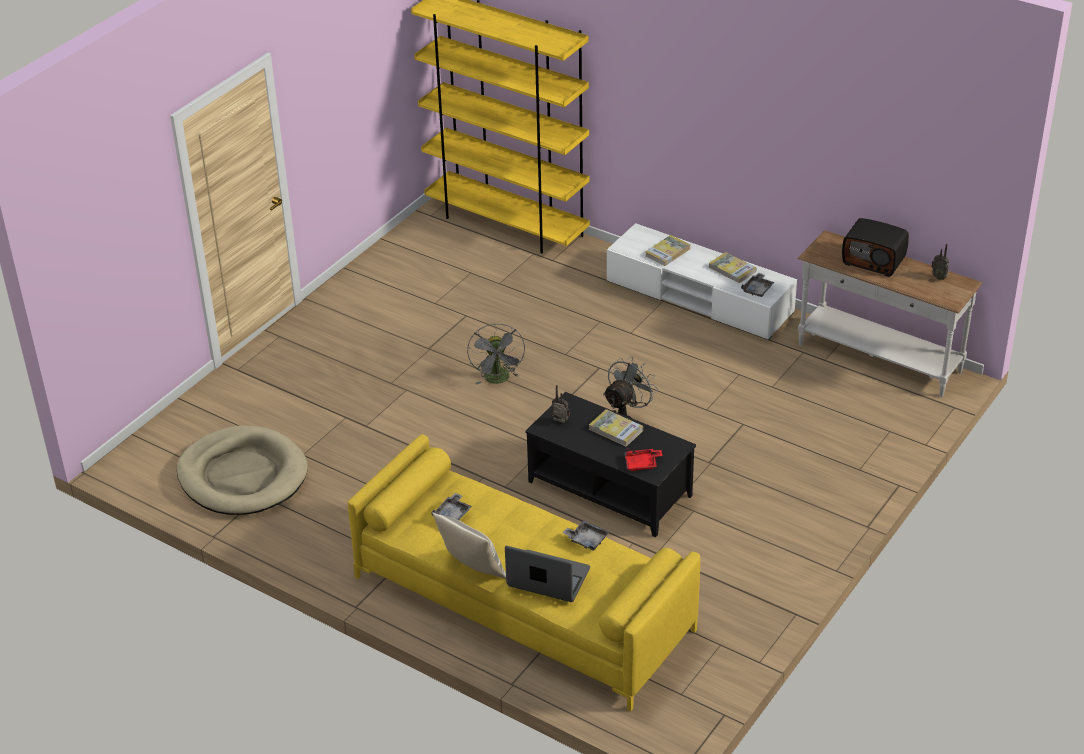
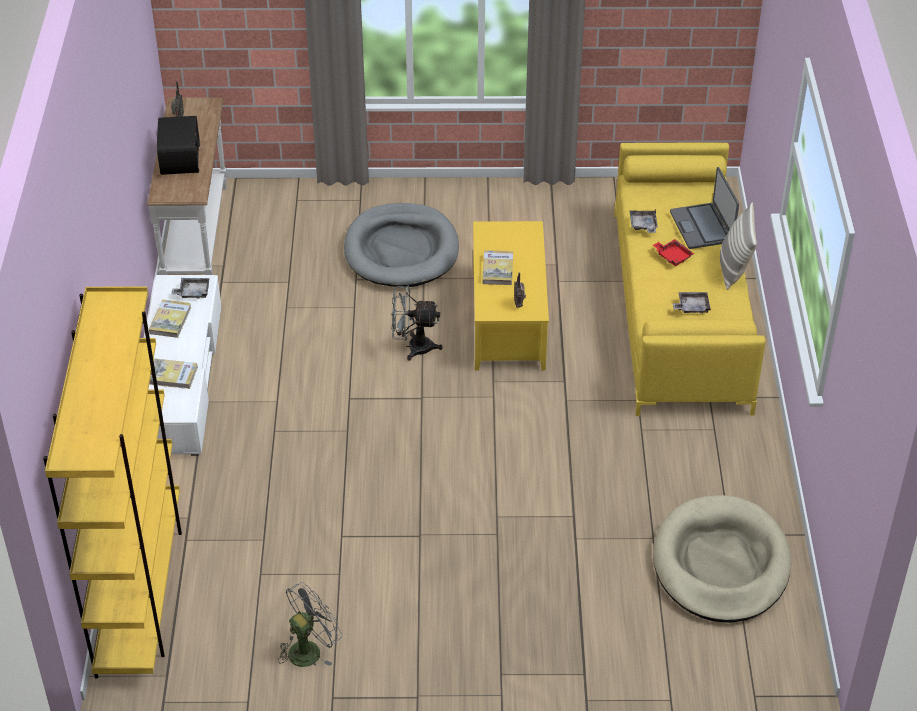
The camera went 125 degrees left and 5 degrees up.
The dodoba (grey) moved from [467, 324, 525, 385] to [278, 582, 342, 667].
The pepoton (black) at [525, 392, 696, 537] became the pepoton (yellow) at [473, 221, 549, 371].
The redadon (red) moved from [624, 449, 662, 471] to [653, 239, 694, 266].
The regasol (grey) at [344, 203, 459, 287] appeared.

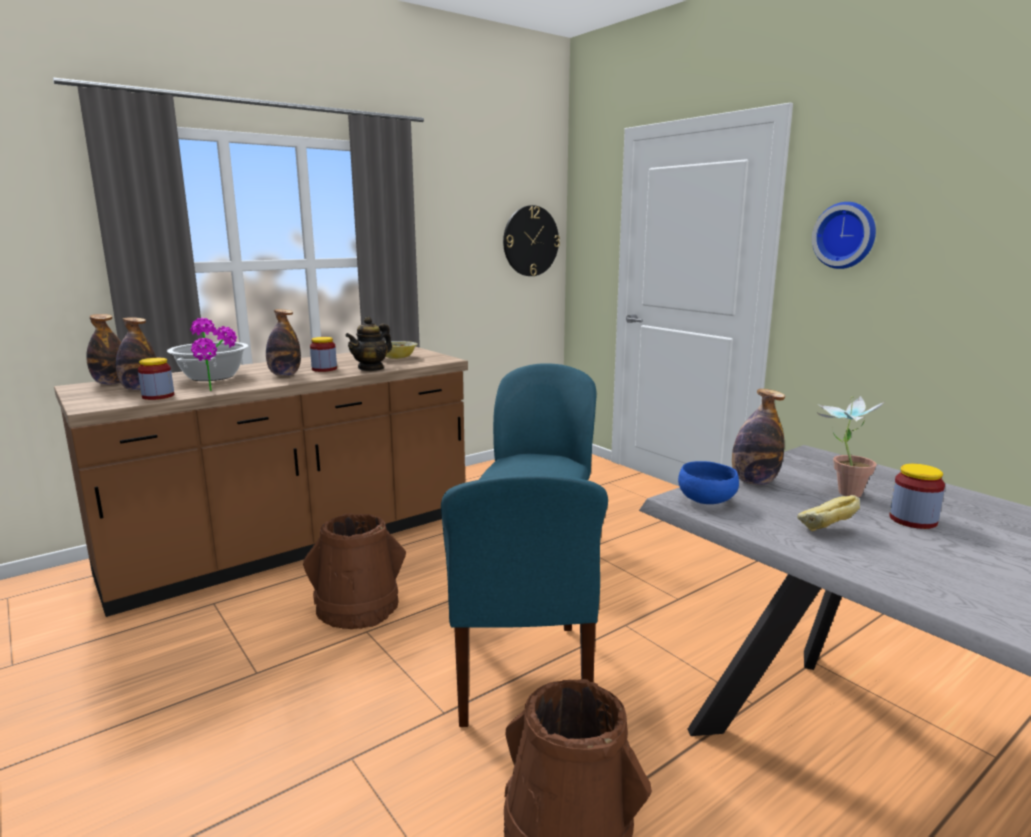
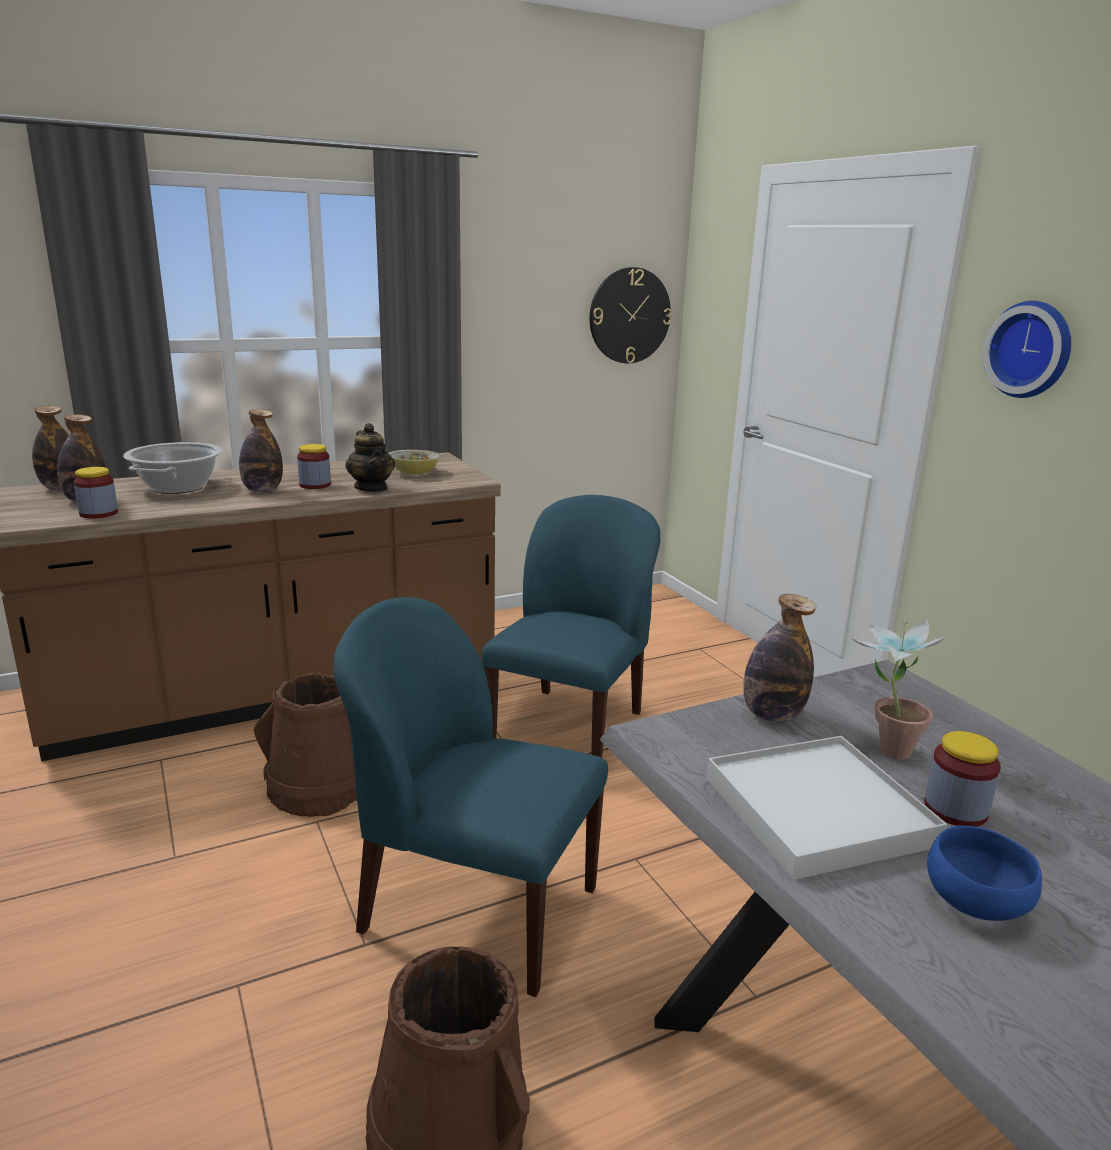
The camera went 10 degrees right and 5 degrees up.
The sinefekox at [190, 318, 237, 391] disappeared.
The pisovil at [345, 317, 392, 371] turned 75 degrees counterclockwise.
The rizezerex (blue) at [441, 475, 608, 727] turned 105 degrees clockwise.
The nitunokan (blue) moved from [678, 461, 739, 504] to [927, 826, 1042, 921].
The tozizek at [797, 495, 860, 531] was replaced by the redadon (white) at [707, 736, 947, 880].

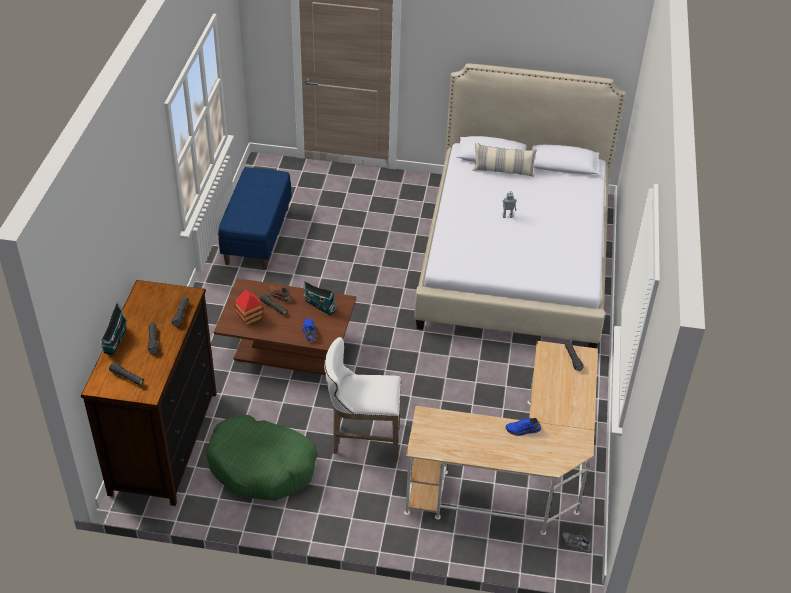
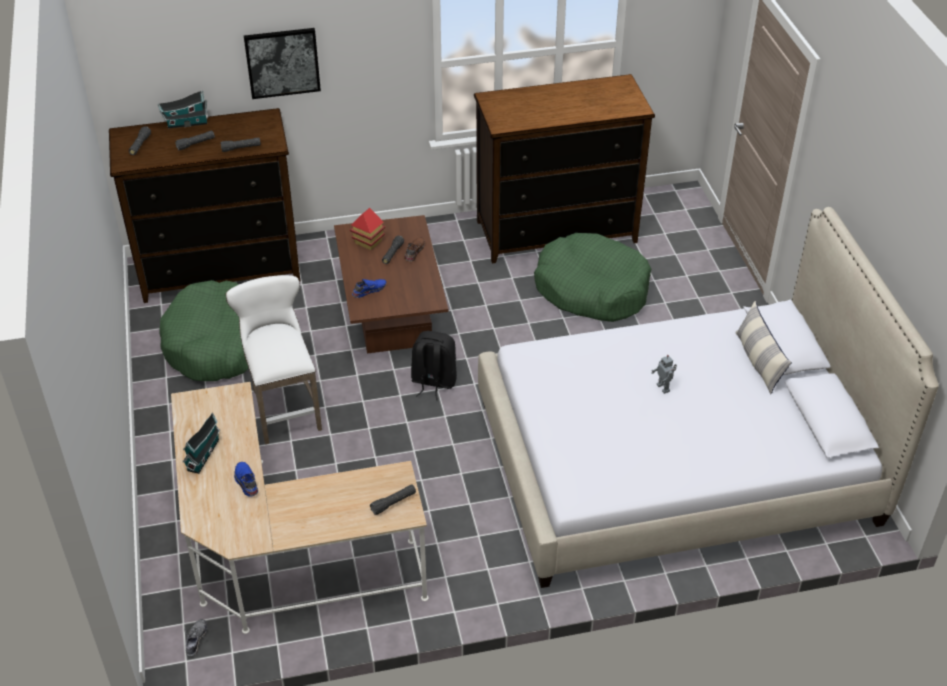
The camera went 70 degrees right and 0 degrees up.
The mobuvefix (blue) at [218, 167, 292, 270] was replaced by the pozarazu at [474, 74, 655, 264].
The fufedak moved from [304, 281, 338, 315] to [183, 412, 220, 474].
The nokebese at [244, 28, 321, 99] appeared.
The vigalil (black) at [411, 331, 457, 400] appeared.
The regasol (green) at [534, 233, 651, 322] appeared.

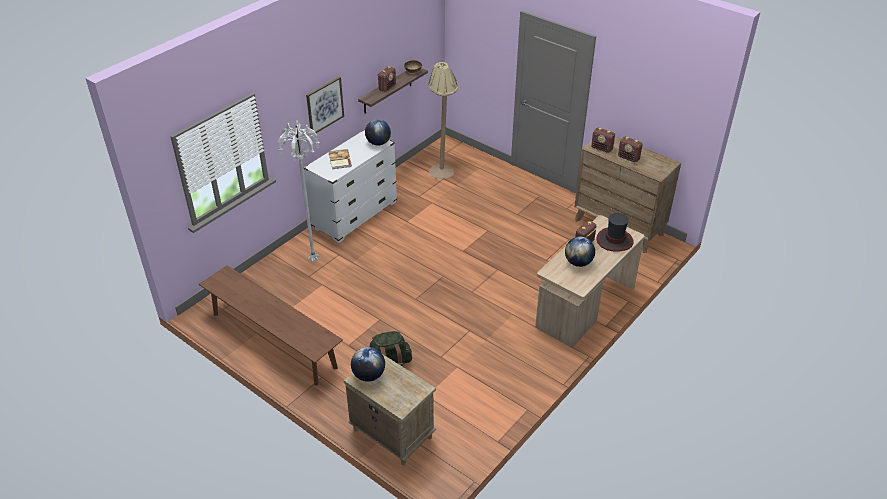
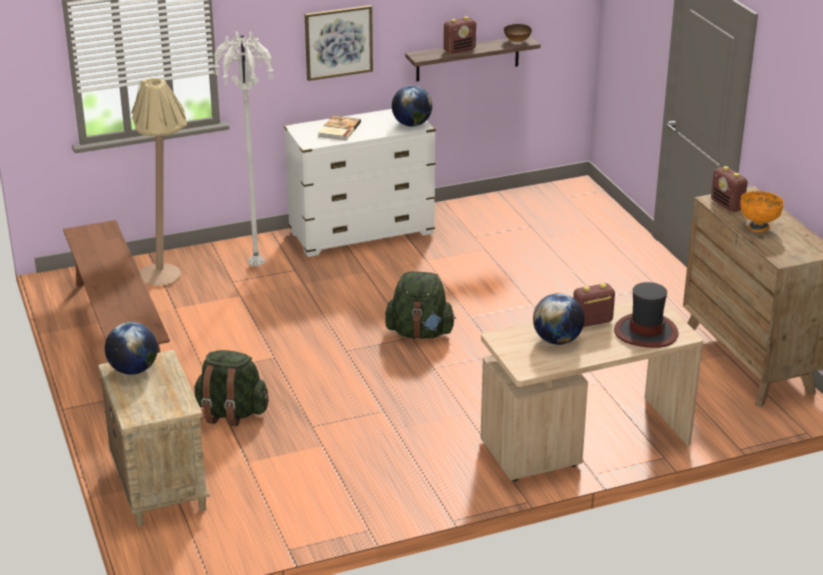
The camera went 30 degrees right and 10 degrees down.
The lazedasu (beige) moved from [428, 62, 458, 179] to [131, 78, 187, 285].
The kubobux at [618, 137, 643, 163] was replaced by the nitunokan (orange) at [740, 191, 784, 232].
The vigalil (green) at [385, 271, 456, 339] appeared.

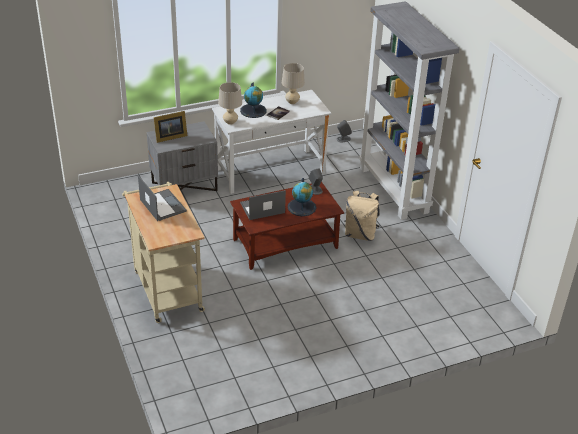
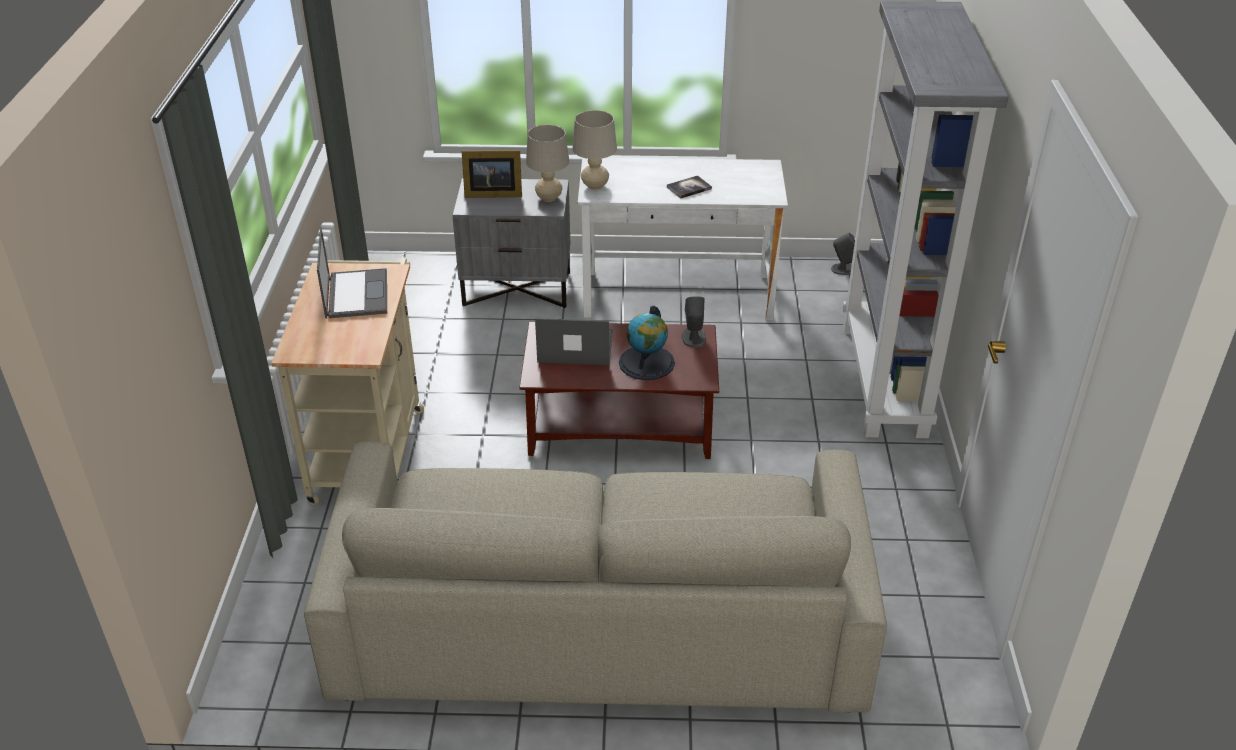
The camera went 25 degrees right and 0 degrees up.
The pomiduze at [240, 82, 267, 118] disappeared.
The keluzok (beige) moved from [282, 63, 305, 104] to [526, 125, 569, 202].
The vigalil (beige) at [344, 191, 380, 241] disappeared.
The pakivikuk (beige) at [304, 441, 887, 712] appeared.

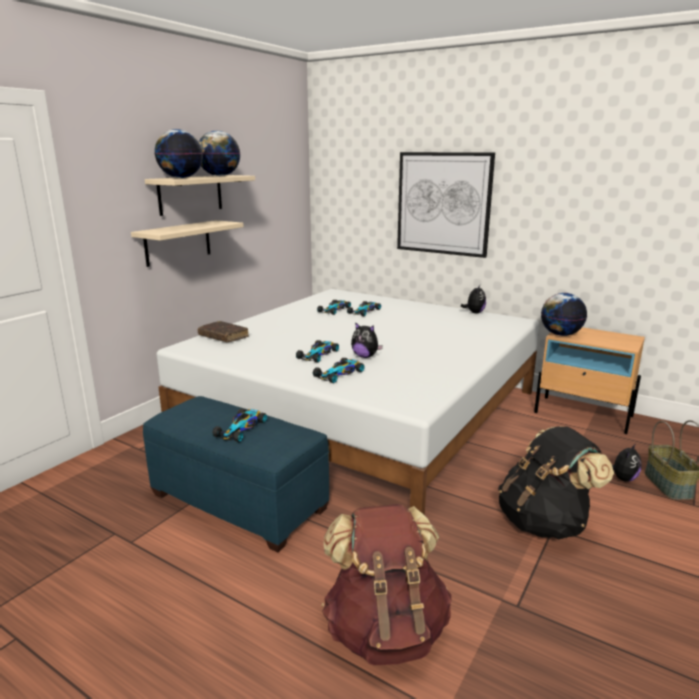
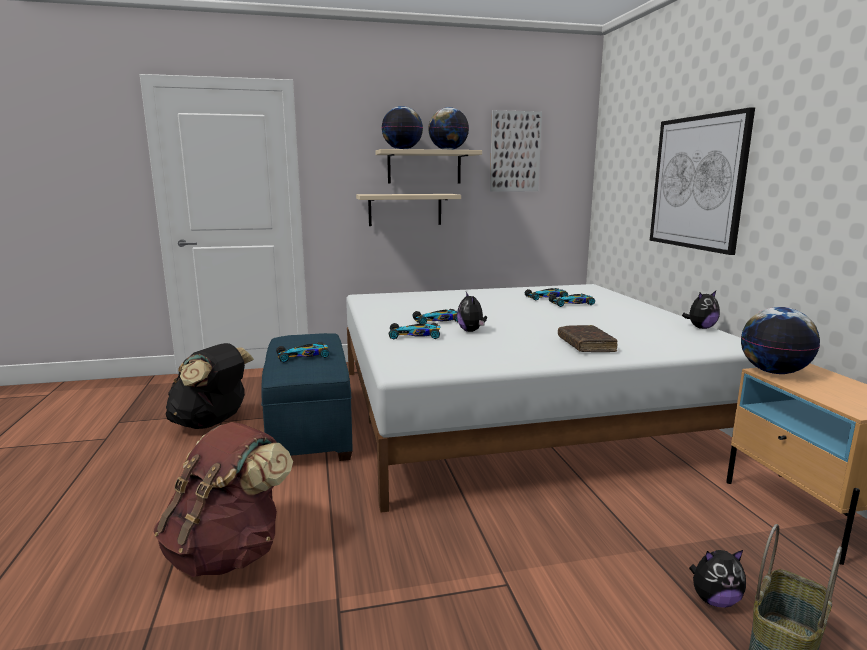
The camera went 45 degrees right and 5 degrees down.
The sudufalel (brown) moved from [198, 321, 249, 342] to [558, 325, 617, 352].
The vigalil (black) moved from [498, 426, 614, 539] to [166, 343, 254, 429].
The nokebese at [490, 110, 542, 192] appeared.

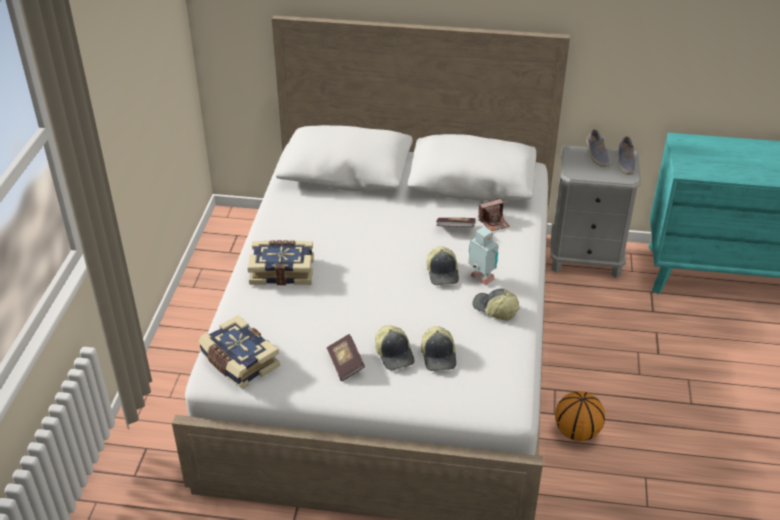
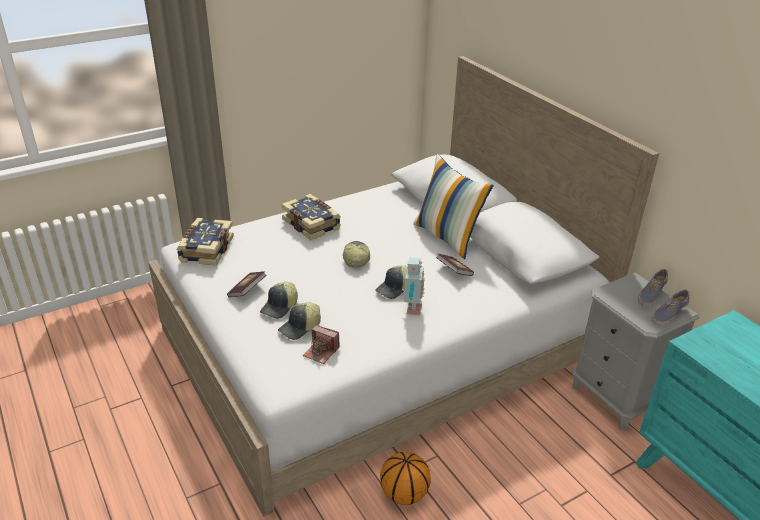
The camera went 50 degrees right and 5 degrees down.
The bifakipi moved from [472, 289, 520, 321] to [343, 241, 370, 267].
The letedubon moved from [478, 198, 510, 231] to [303, 325, 340, 364].
The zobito at [413, 154, 494, 259] appeared.

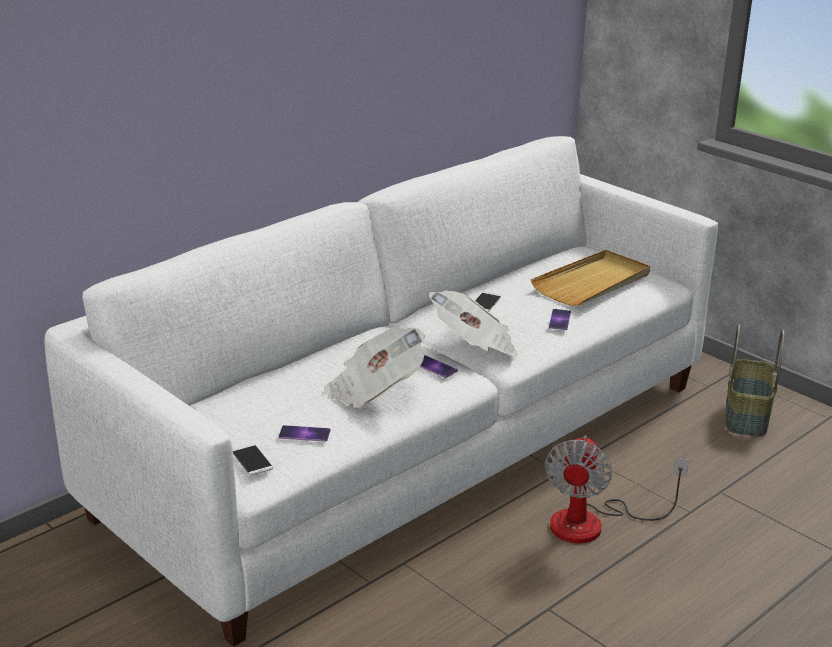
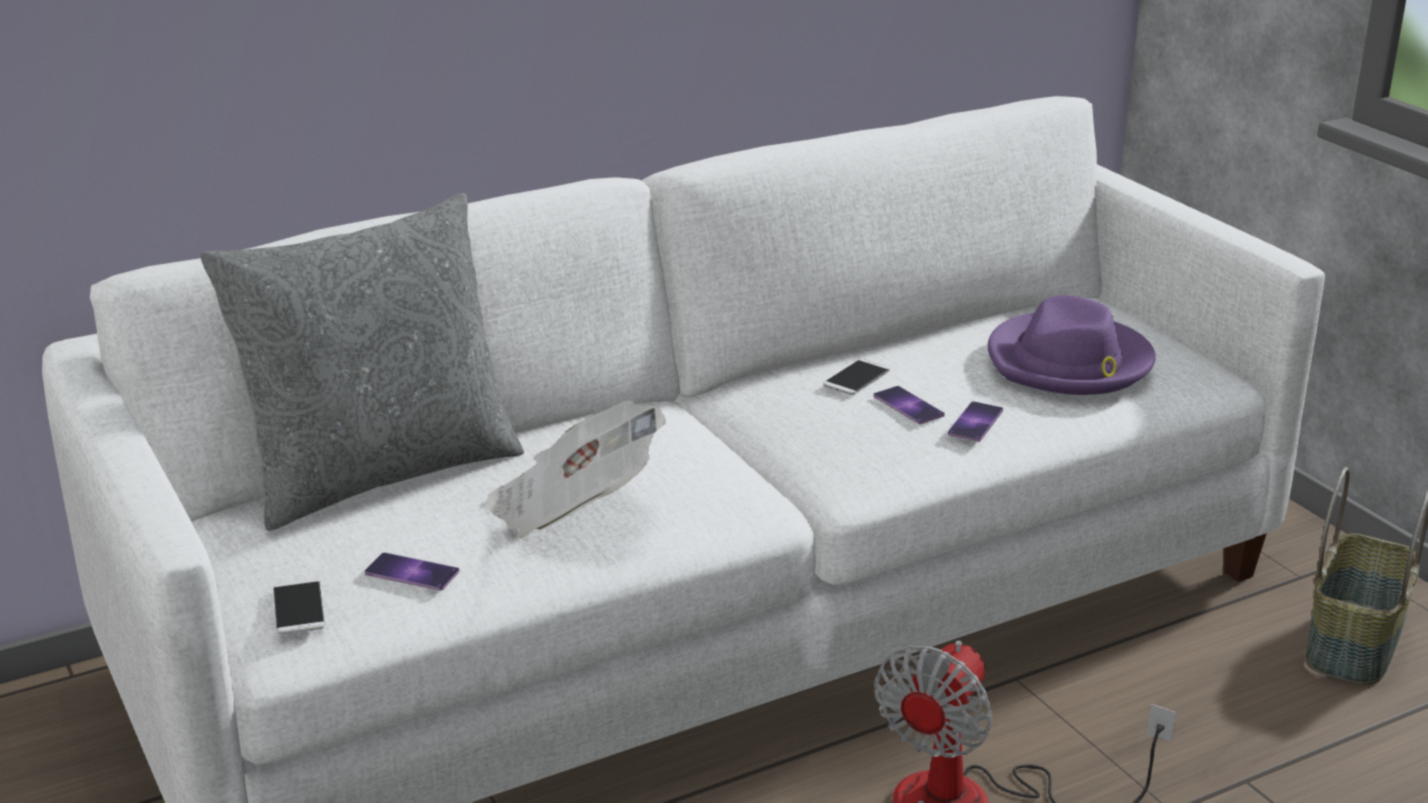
The camera went 15 degrees right and 0 degrees up.
The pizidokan moved from [420, 355, 458, 378] to [873, 386, 945, 424].
The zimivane at [429, 290, 517, 356] disappeared.
The redadon (beige) at [531, 250, 650, 306] was replaced by the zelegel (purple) at [988, 295, 1156, 395].
The zobito (grey) at [200, 193, 524, 531] appeared.

